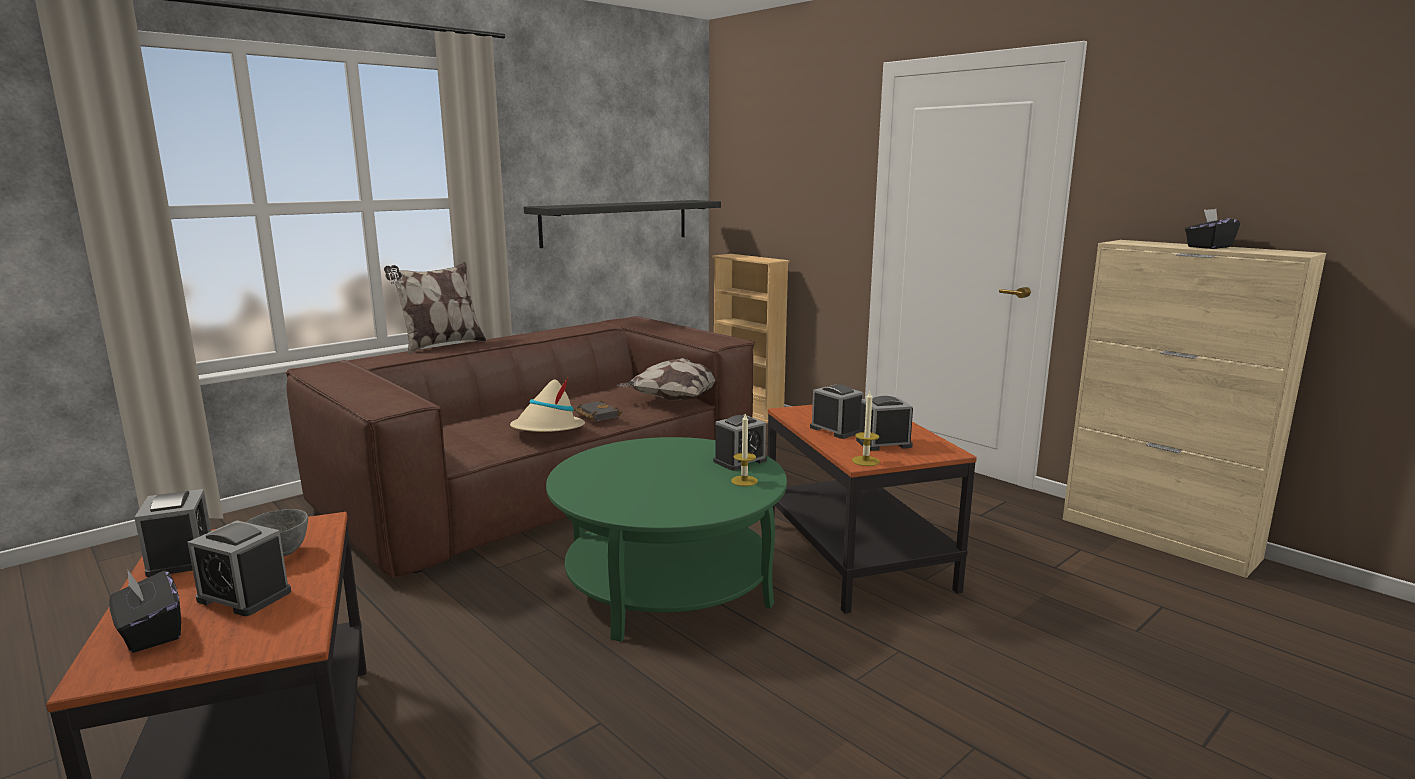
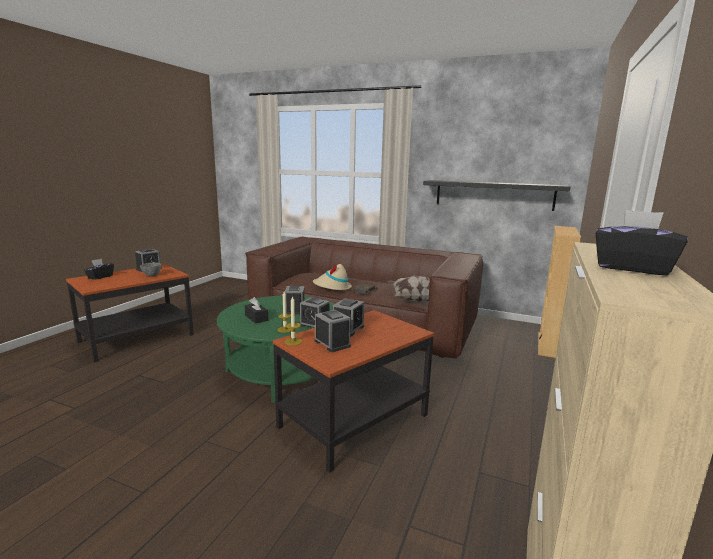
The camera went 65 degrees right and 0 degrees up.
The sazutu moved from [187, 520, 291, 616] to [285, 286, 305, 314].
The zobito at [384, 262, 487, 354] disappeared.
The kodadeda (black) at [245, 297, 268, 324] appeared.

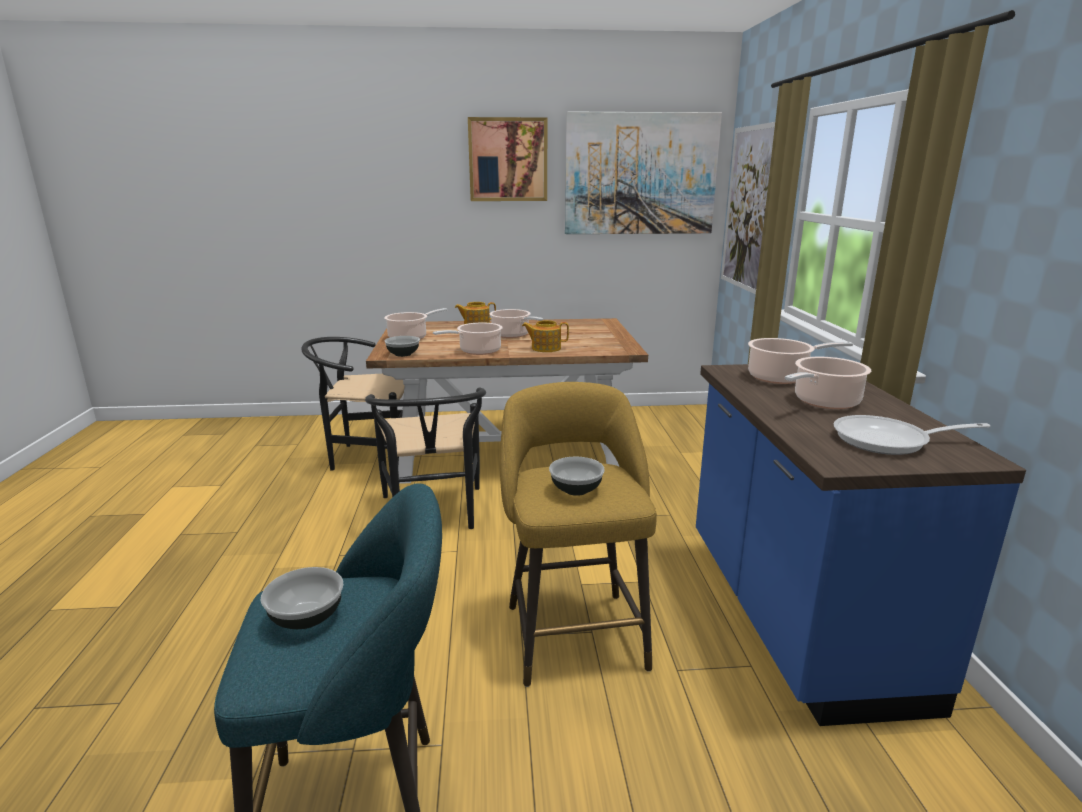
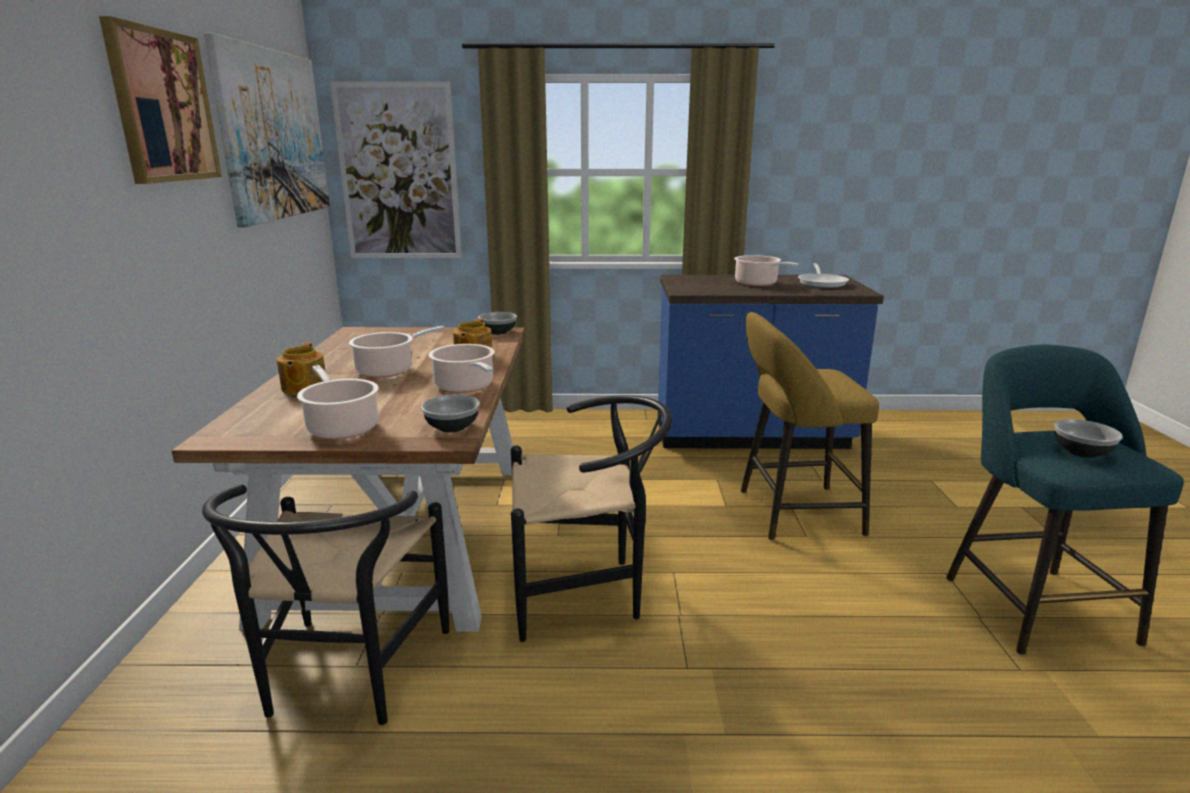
The camera went 85 degrees left and 0 degrees up.
The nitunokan moved from [549, 457, 605, 496] to [478, 312, 517, 335].
The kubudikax at [748, 338, 853, 384] disappeared.

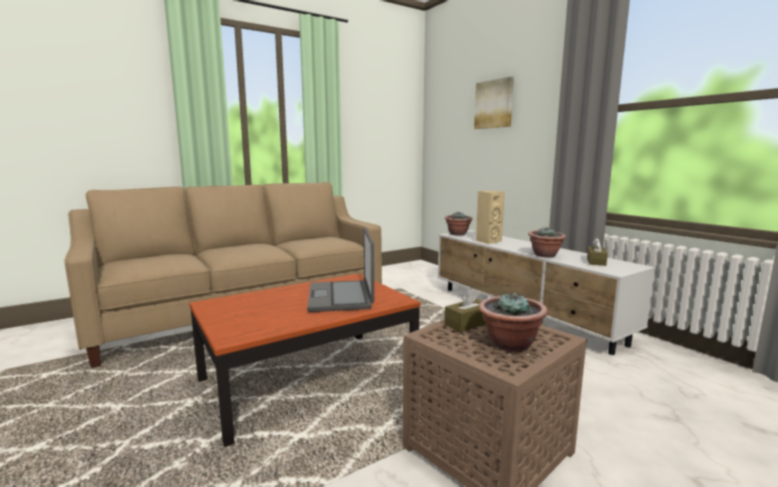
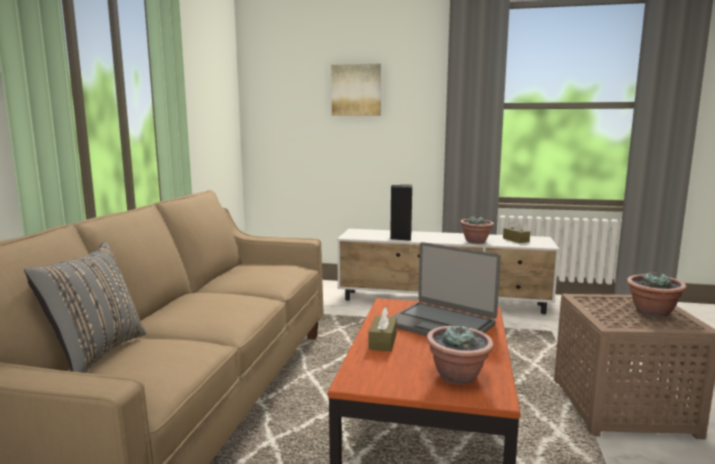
The camera went 45 degrees left and 0 degrees up.
The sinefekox moved from [445, 212, 473, 236] to [427, 324, 494, 385].
The kodadeda (brown) moved from [445, 288, 486, 332] to [369, 307, 397, 351].
The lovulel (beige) at [476, 191, 505, 244] became the lovulel (black) at [390, 185, 412, 241].
The zobito (grey) at [24, 242, 146, 373] appeared.

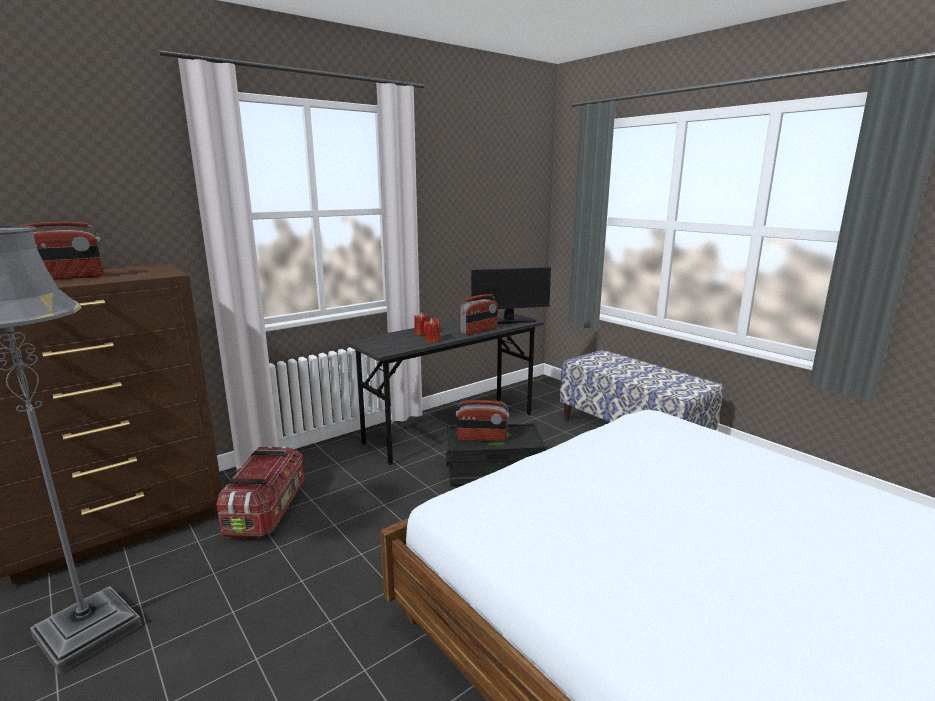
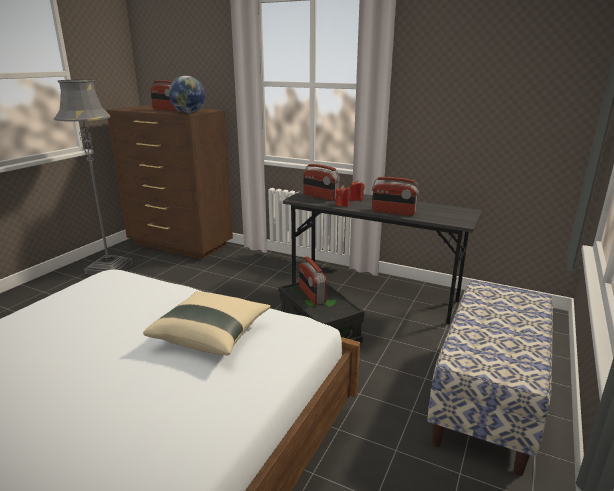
The camera went 65 degrees right and 5 degrees up.
The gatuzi at [216, 446, 304, 539] disappeared.
The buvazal at [471, 267, 551, 324] disappeared.
The zobito (beige) at [143, 291, 271, 355] appeared.
The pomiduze at [169, 76, 205, 113] appeared.
The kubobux at [303, 164, 340, 201] appeared.

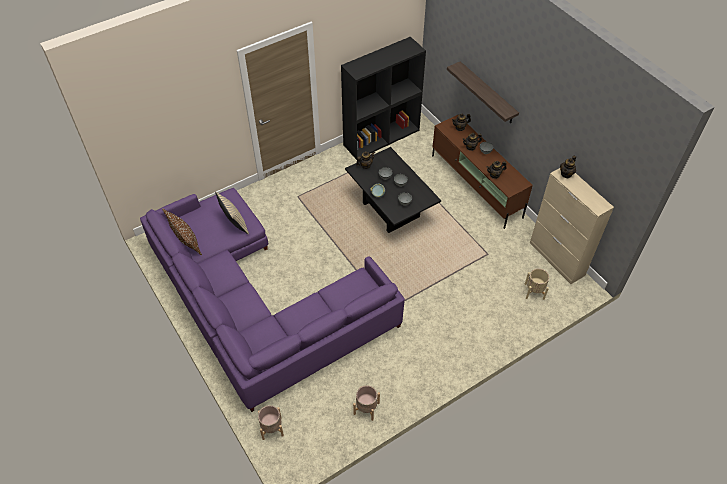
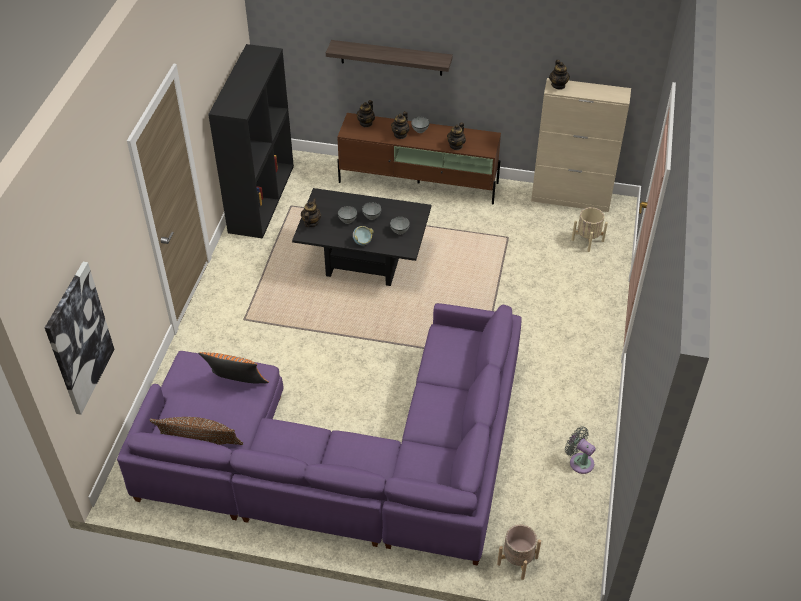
The camera went 45 degrees left and 5 degrees down.
The zobito (beige) at [215, 192, 249, 235] became the zobito (orange) at [198, 352, 269, 383].
The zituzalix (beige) at [353, 385, 380, 421] was replaced by the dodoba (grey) at [565, 427, 596, 474].
The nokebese at [45, 262, 115, 415] appeared.

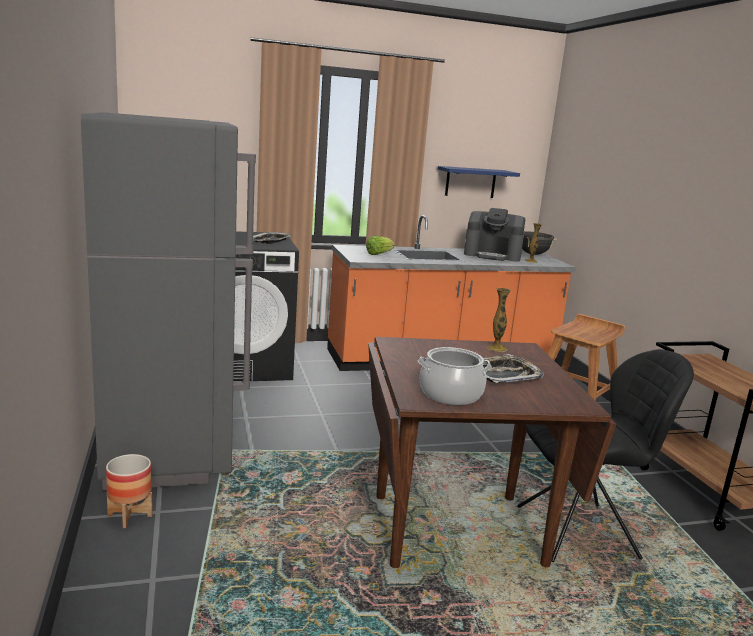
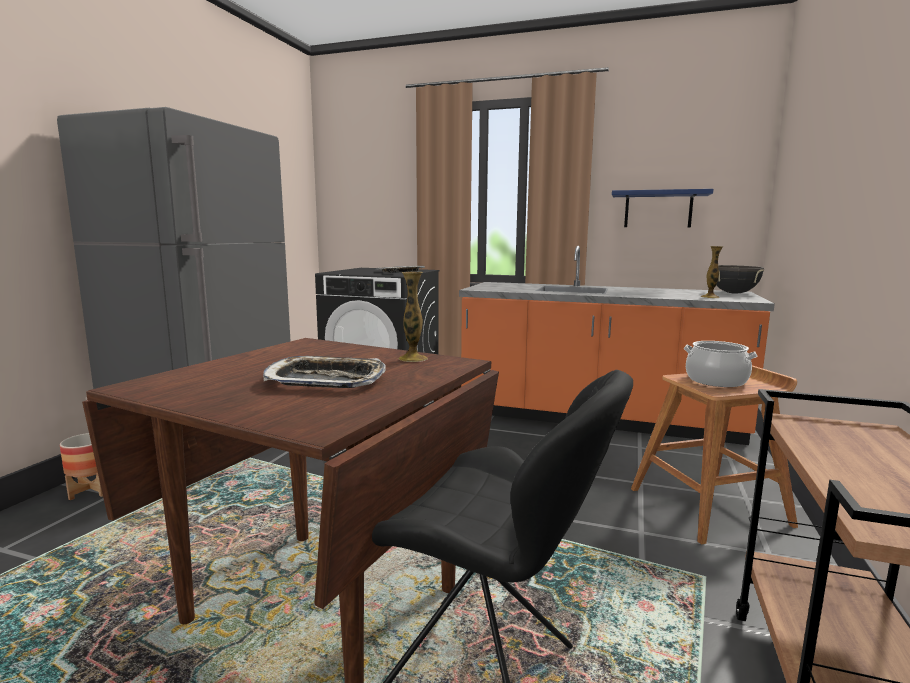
The camera went 35 degrees right and 5 degrees down.
The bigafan at [366, 236, 395, 255] disappeared.
The kubudikax moved from [418, 347, 492, 405] to [684, 341, 757, 387].
The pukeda at [464, 208, 525, 262] disappeared.

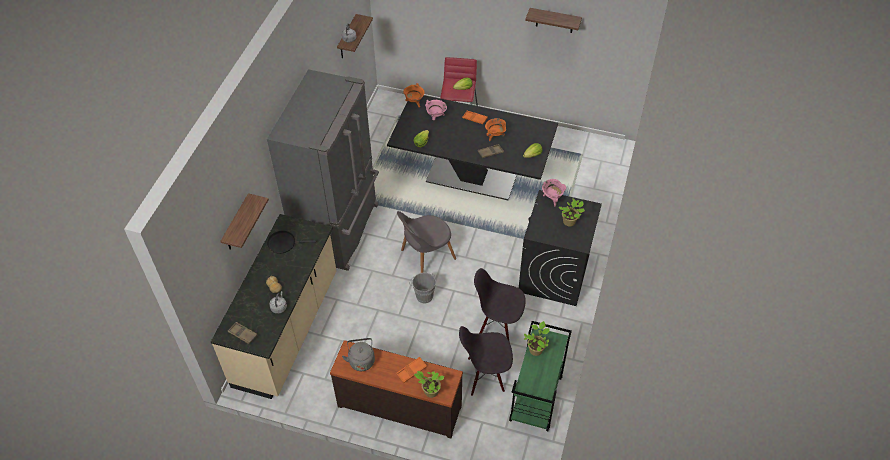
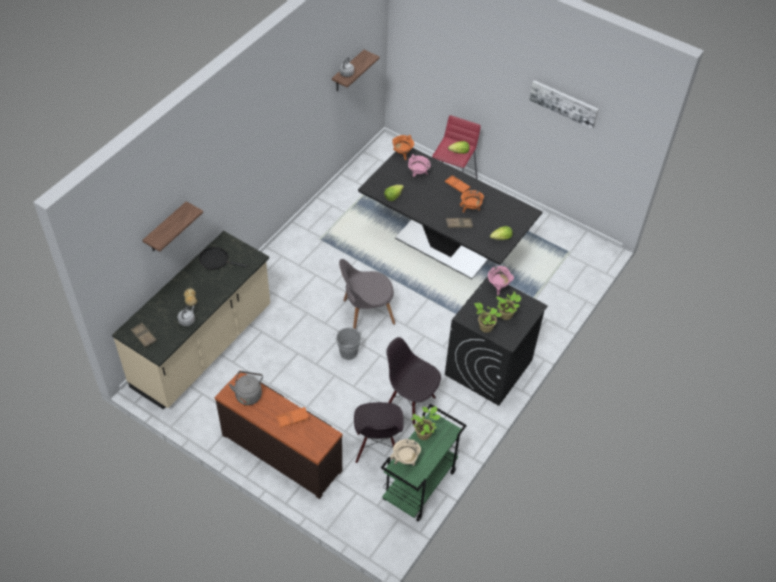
The camera went 15 degrees right and 0 degrees up.
The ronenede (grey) at [267, 69, 379, 271] disappeared.
The sinefekox moved from [414, 371, 444, 398] to [474, 303, 502, 333].
The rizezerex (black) at [459, 326, 513, 396] turned 105 degrees counterclockwise.
The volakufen at [525, 8, 582, 33] was replaced by the nokebese at [529, 80, 599, 129].
The kubudikax (beige) at [390, 439, 421, 466] appeared.

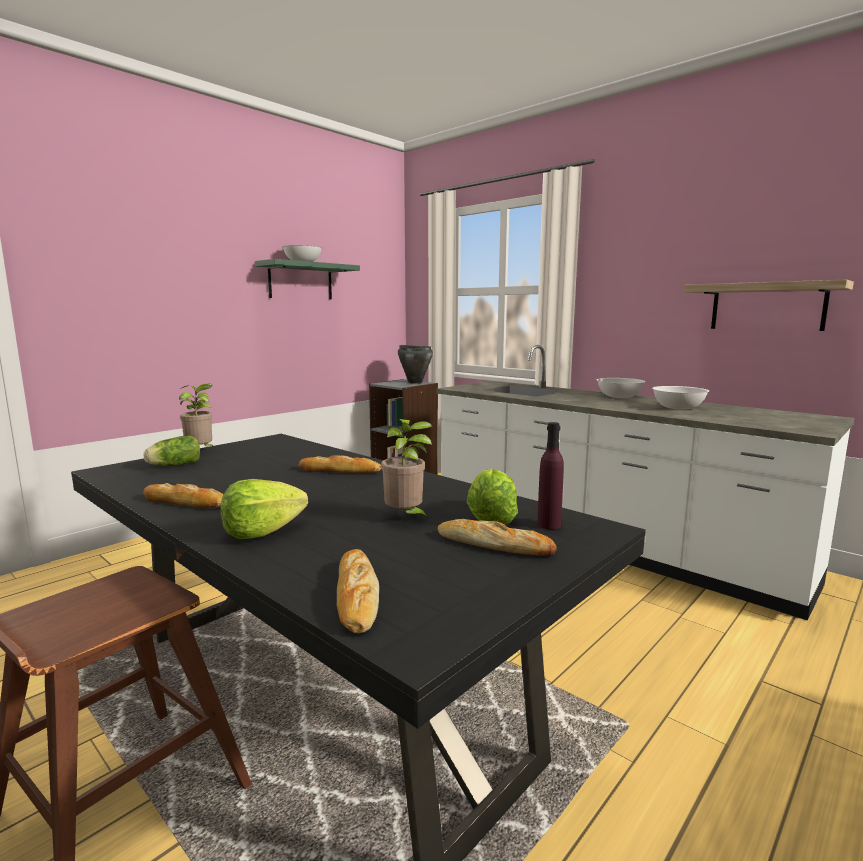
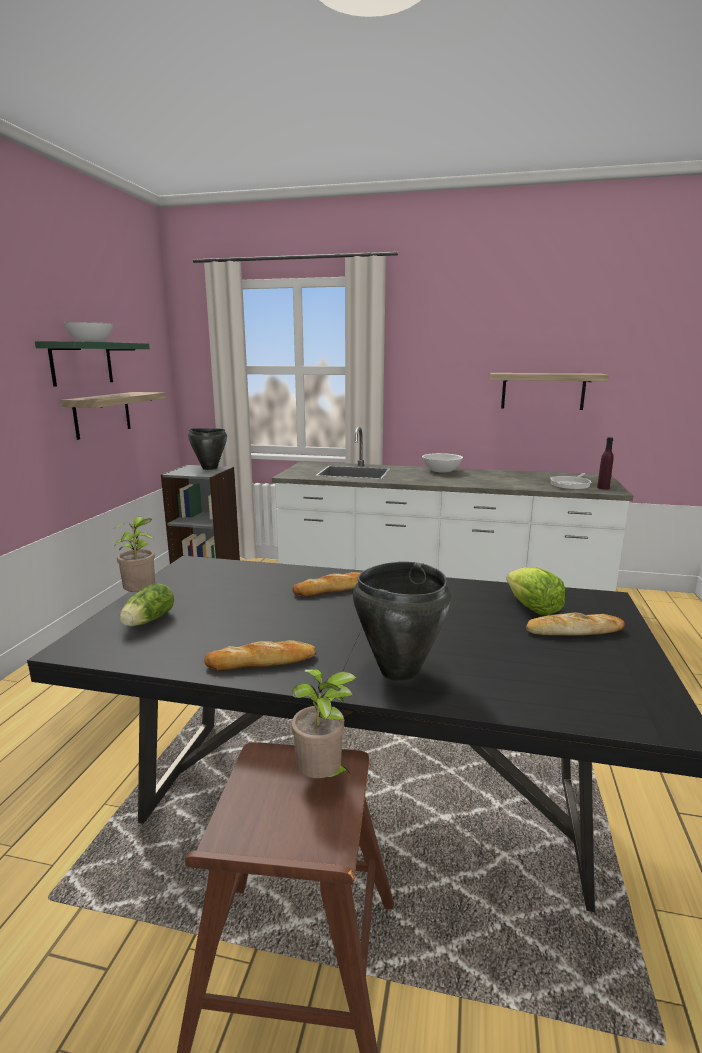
The camera went 30 degrees left and 5 degrees up.
The bigafan at [221, 479, 308, 539] was replaced by the kubudikax (black) at [353, 562, 451, 681].
The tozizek at [337, 549, 379, 633] disappeared.
The sinefekox moved from [381, 419, 432, 521] to [291, 669, 357, 778].
The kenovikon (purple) moved from [537, 422, 564, 529] to [597, 437, 614, 490].
The nitunokan (white) at [652, 386, 709, 410] disappeared.
The volakufen at [61, 392, 165, 440] appeared.
The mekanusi at [550, 473, 592, 489] appeared.

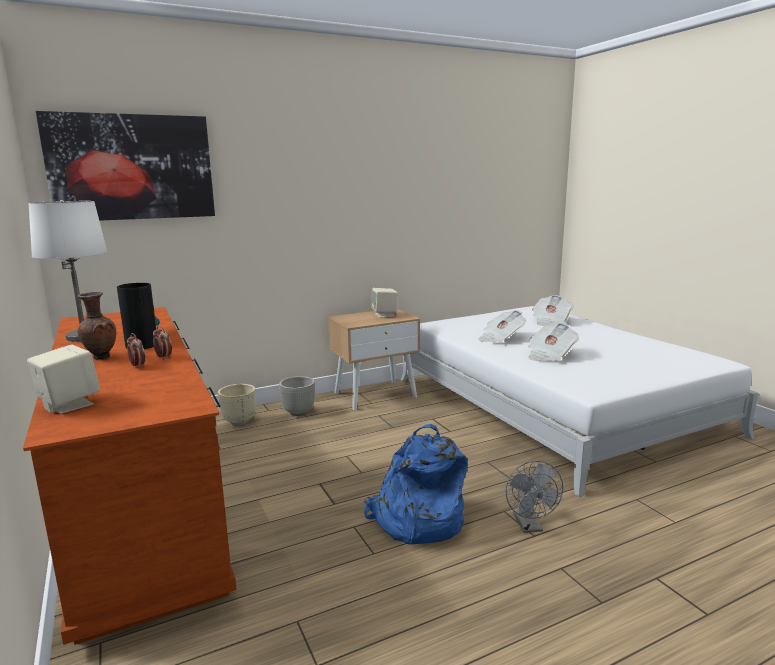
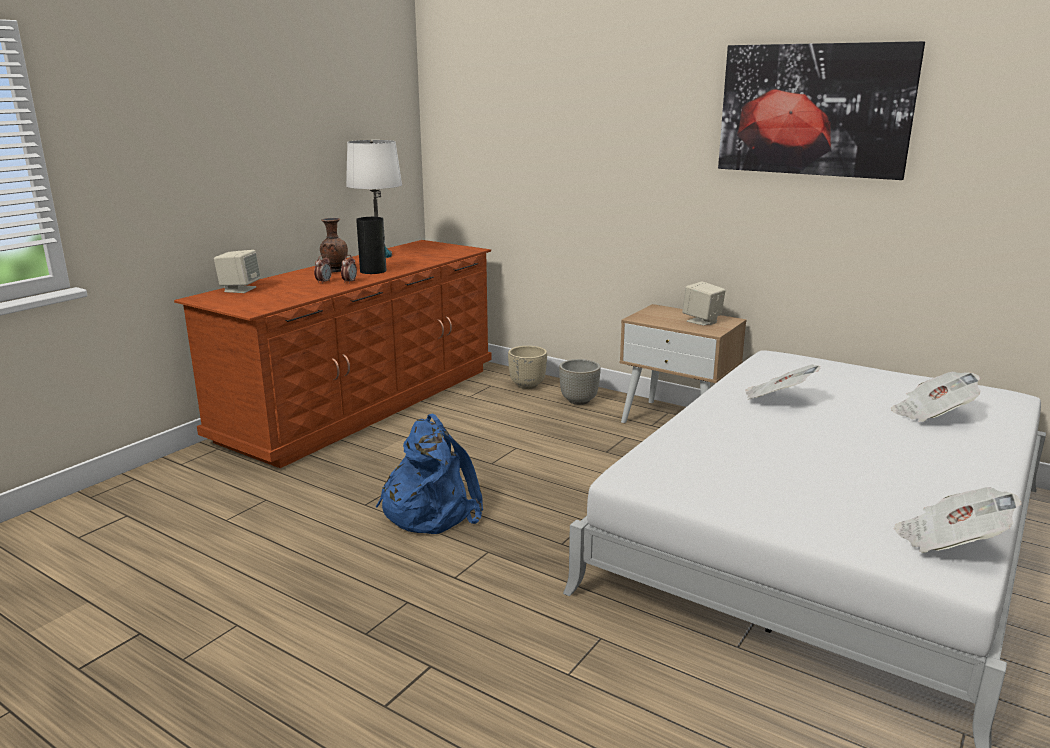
The camera went 60 degrees right and 5 degrees up.
The nokebese moved from [36, 111, 215, 221] to [718, 41, 925, 180].
The dodoba (grey) at [506, 461, 563, 533] disappeared.
The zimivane moved from [528, 323, 579, 361] to [894, 487, 1022, 553].

